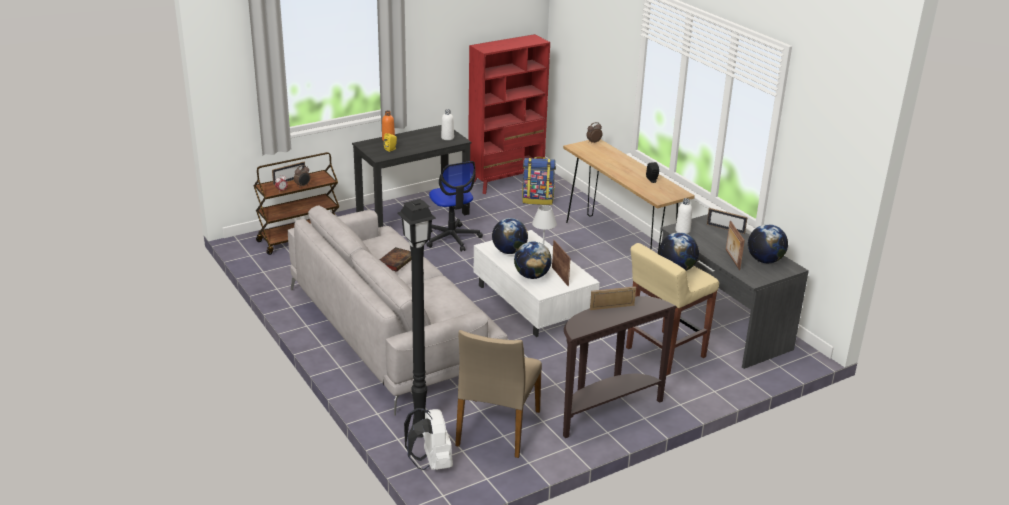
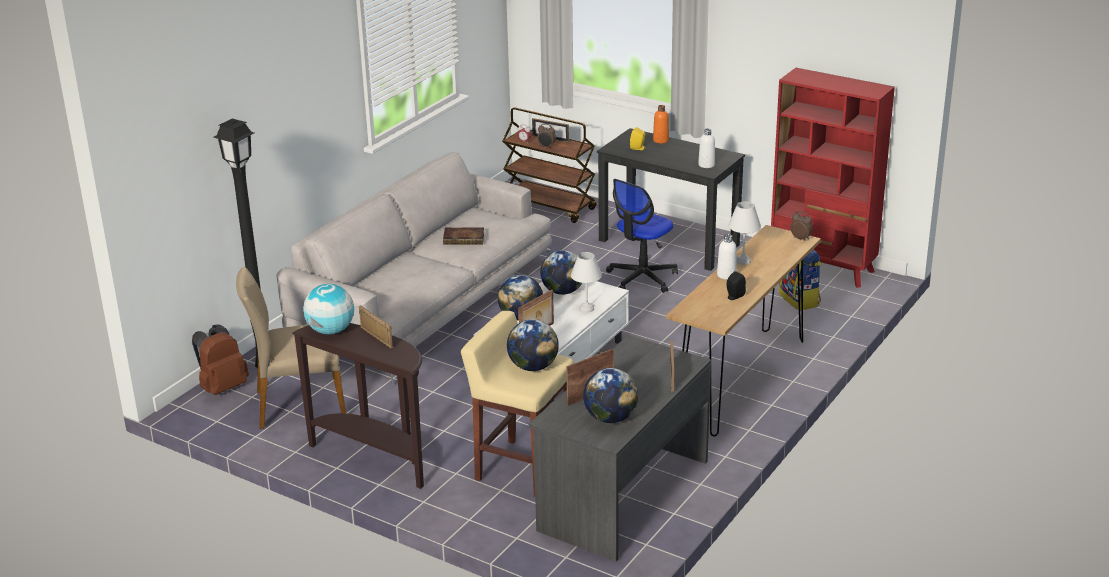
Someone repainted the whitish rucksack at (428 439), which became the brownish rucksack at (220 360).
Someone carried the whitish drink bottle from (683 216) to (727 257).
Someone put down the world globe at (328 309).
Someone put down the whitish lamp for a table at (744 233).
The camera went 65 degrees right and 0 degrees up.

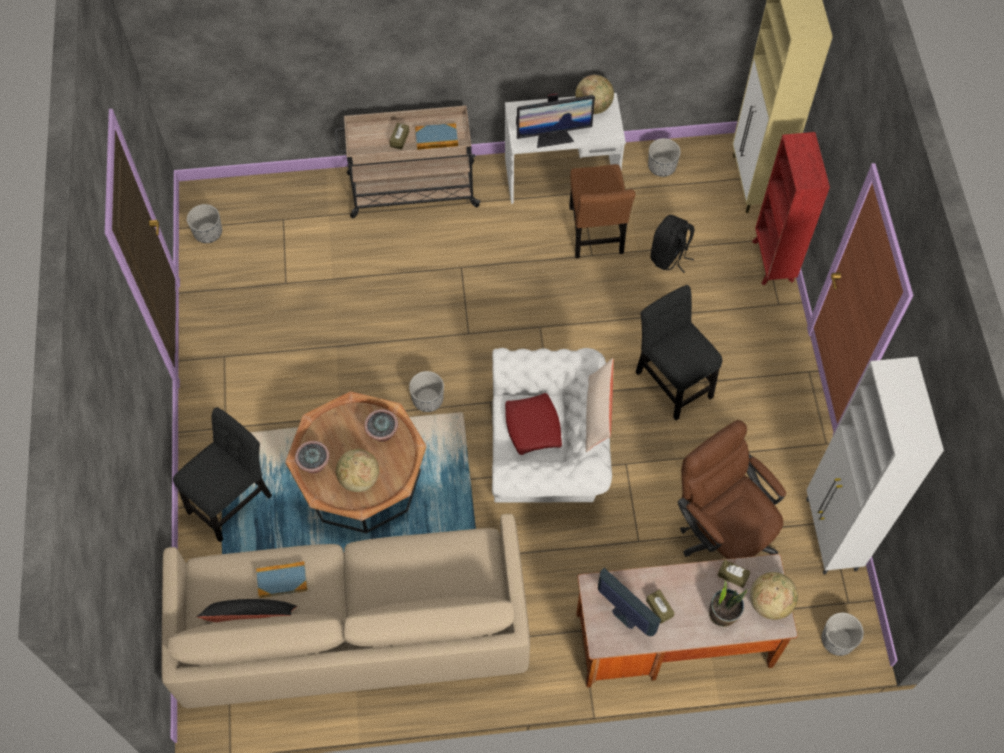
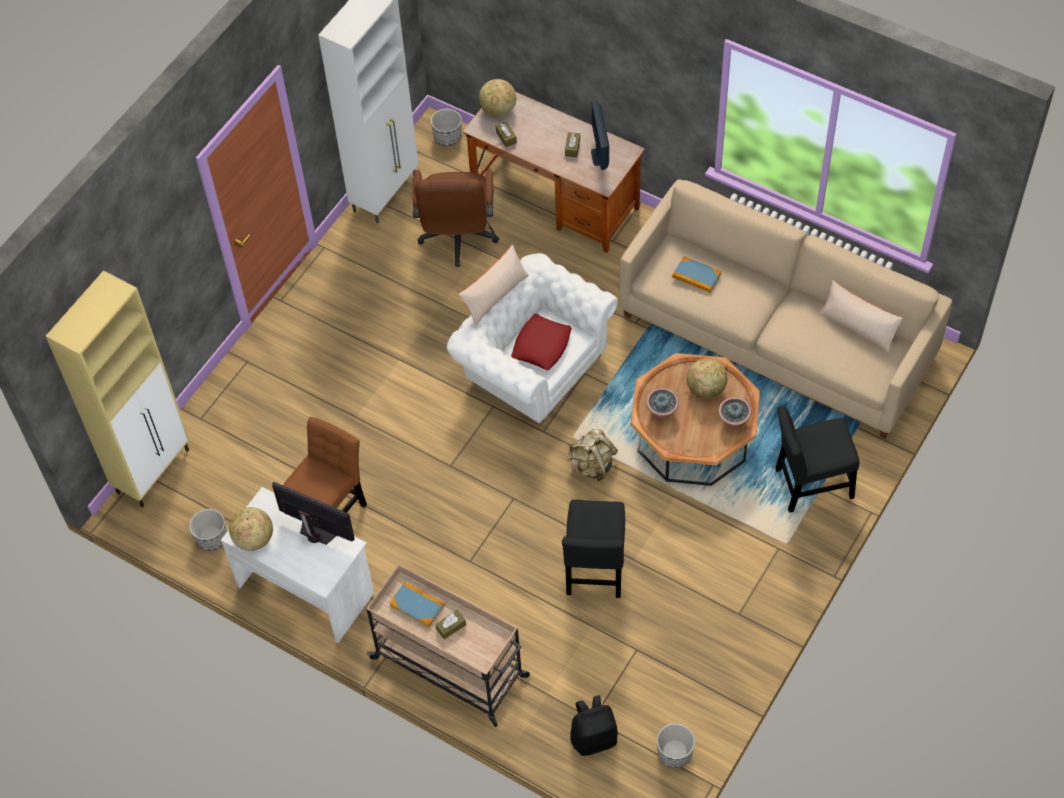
Someone repainted the black pillow at (247 610), which became the sand-coloured pillow at (861 316).
Someone carried the book from (282 579) to (697 274).
Someone swapped the planter at (426 391) for the sand-coloured rucksack at (592 455).
Someone carried the black plain chair from (679 352) to (593 549).
Someone carried the black rucksack from (673 244) to (594 725).
Someone took away the houseplant at (728 604).
Someone took away the reddish shelving unit at (791 208).
The camera went 140 degrees left and 5 degrees down.

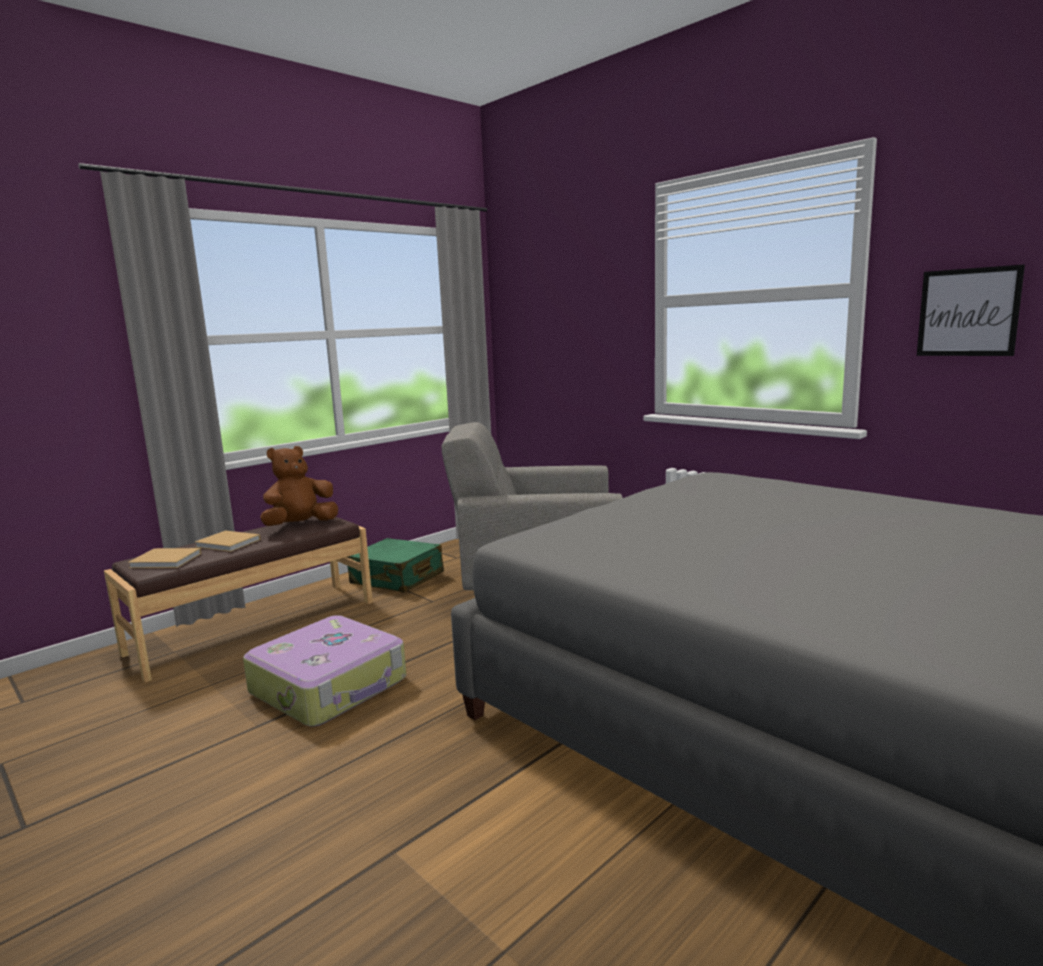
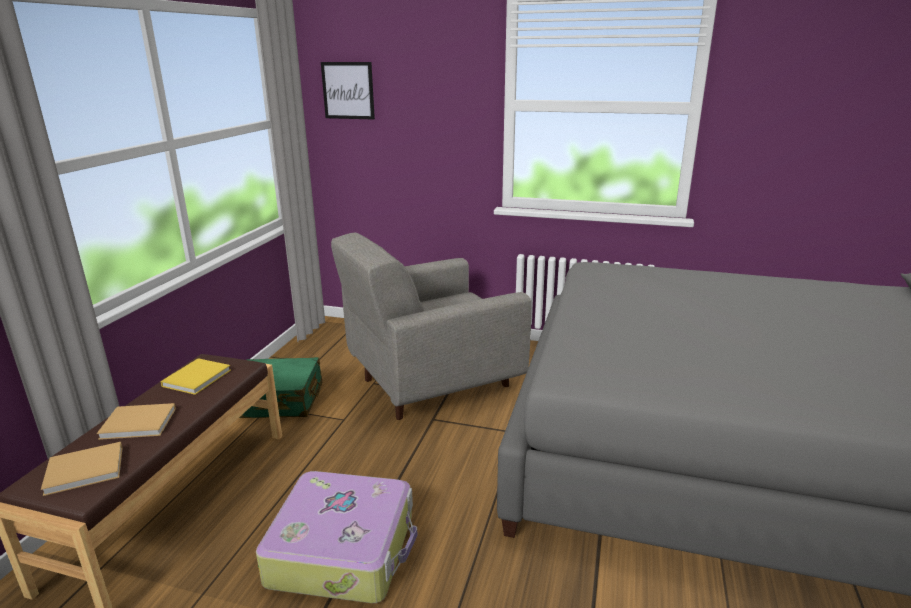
Someone swapped the brownish plush toy at (299 486) for the yellow-coloured book at (195 376).
Someone carried the picture from (971 310) to (348 91).
The camera went 30 degrees left and 10 degrees up.

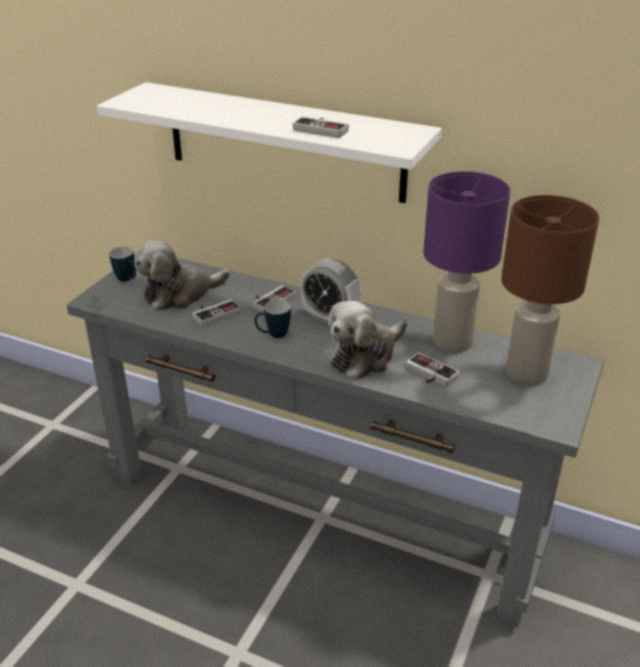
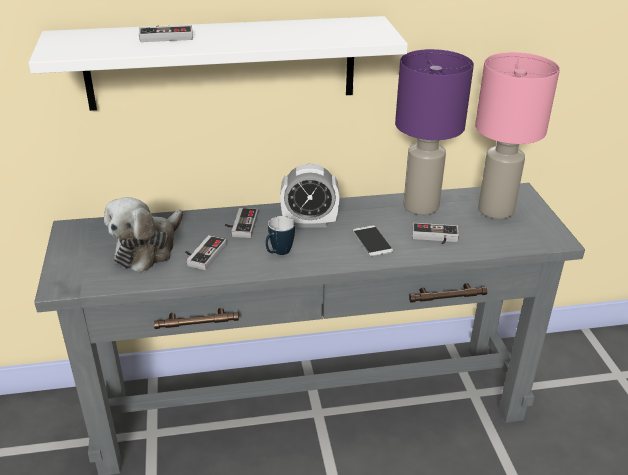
Someone took away the coffee mug at (122 264).
Someone carried the gamepad from (321 127) to (166 33).
Someone swapped the plush toy at (367 340) for the telephone at (373 240).
Someone repainted the brownish lamp for a table at (550 290), which became the pink lamp for a table at (517 135).
The camera went 35 degrees left and 0 degrees up.

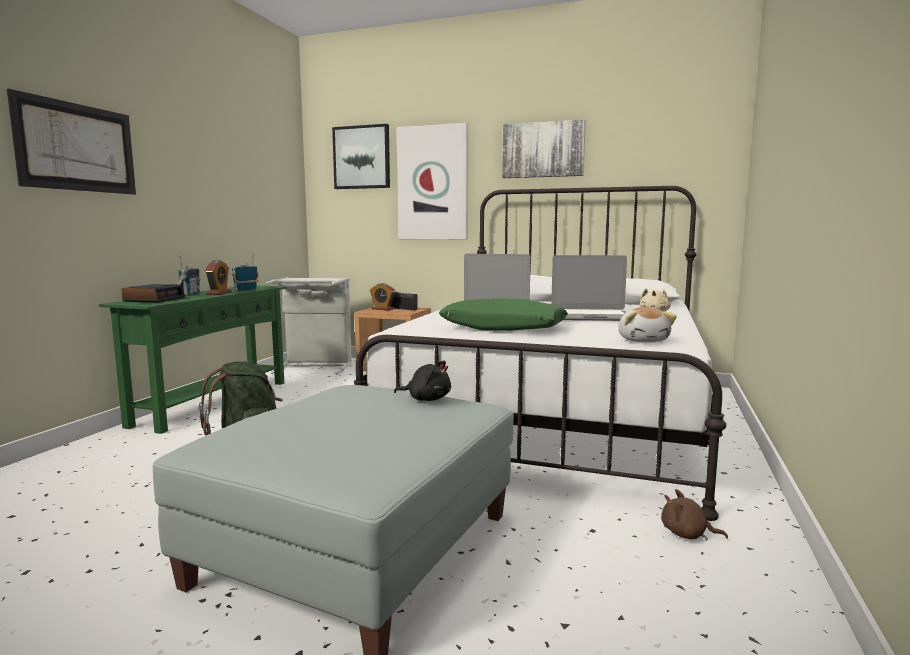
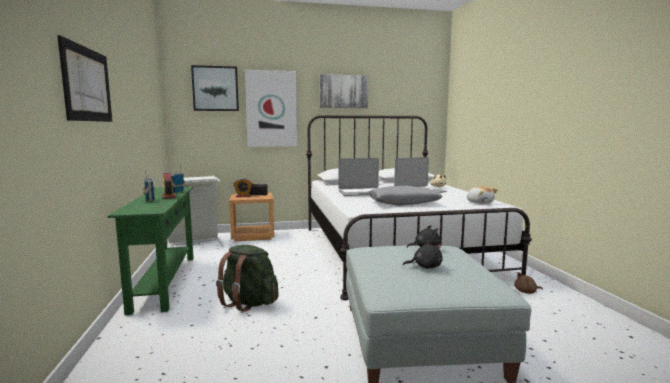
Someone took away the bedside clock at (153 293).
Someone repainted the green-coloured pillow at (503 314), which became the greyish pillow at (405 196).
Someone put down the black plush toy at (423 255).
The camera went 30 degrees left and 0 degrees up.

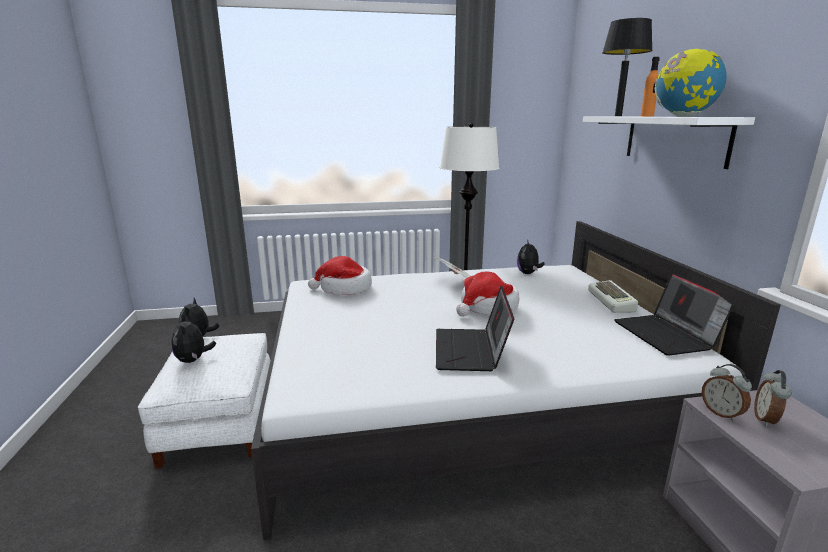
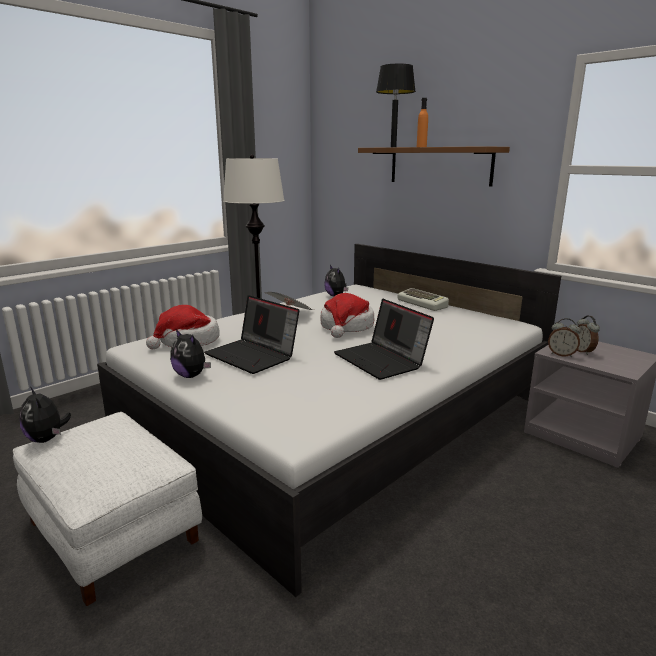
Someone carried the plush toy from (194 339) to (190 353).
Someone repainted the whitish bracket shelf at (669 143), which became the brownish bracket shelf at (434 166).
Someone carried the notebook computer from (674 314) to (252 334).
Someone took away the world globe at (690 83).
The camera went 35 degrees left and 0 degrees up.

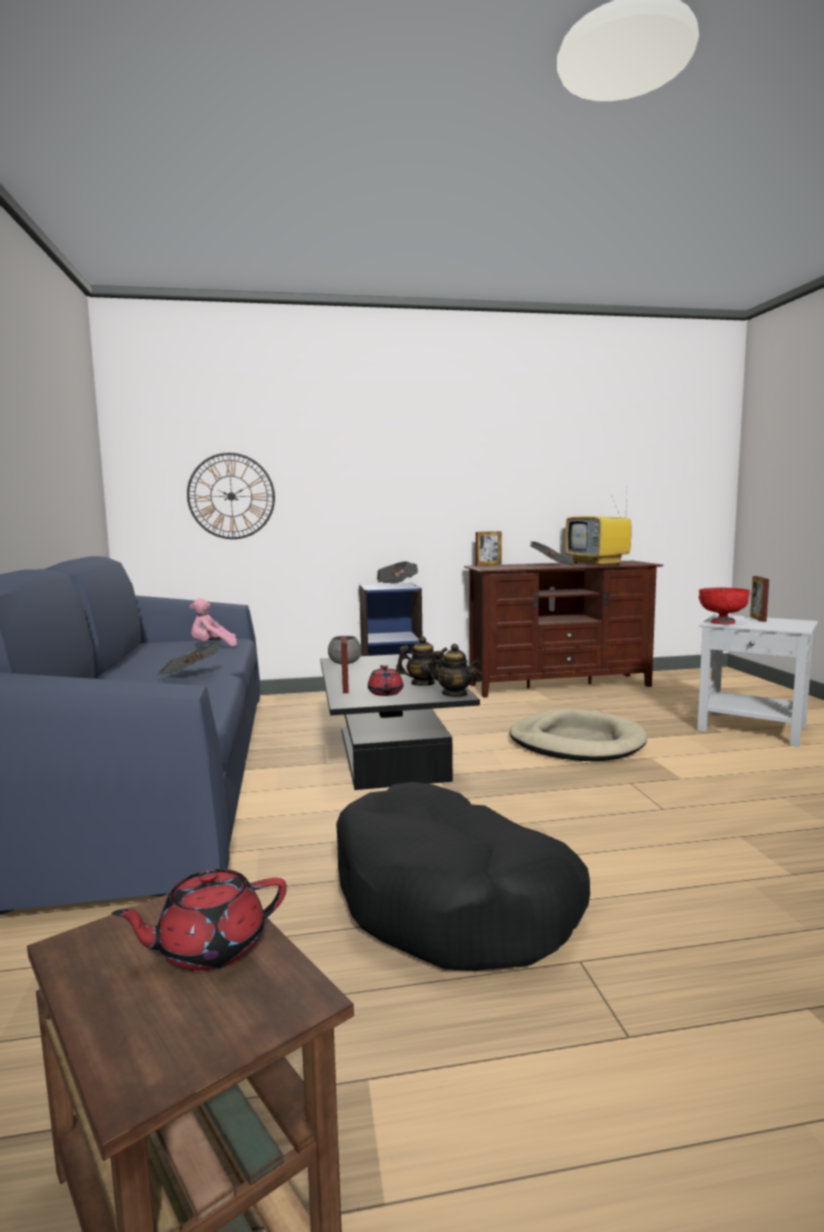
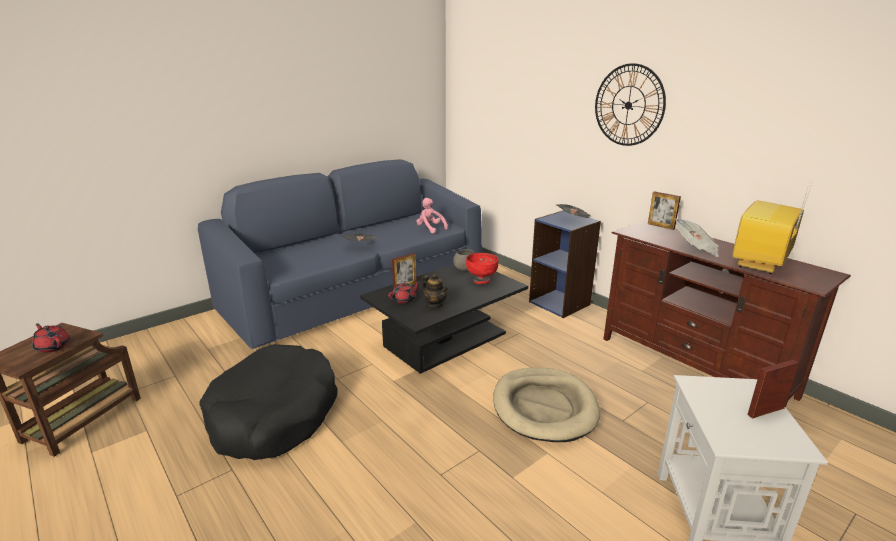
Someone carried the clock on the wall from (231 496) to (630 104).
Someone took away the pot for tea at (455 670).
Someone carried the reddish serving bowl from (724 605) to (482 268).
The camera went 60 degrees right and 15 degrees up.

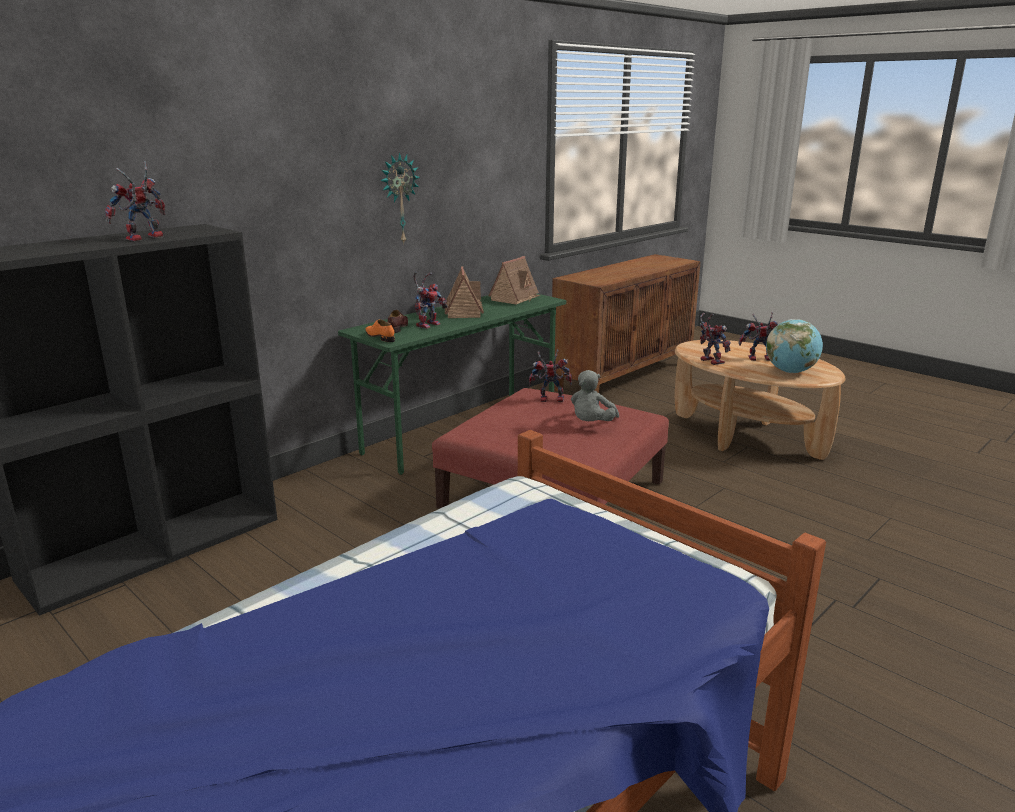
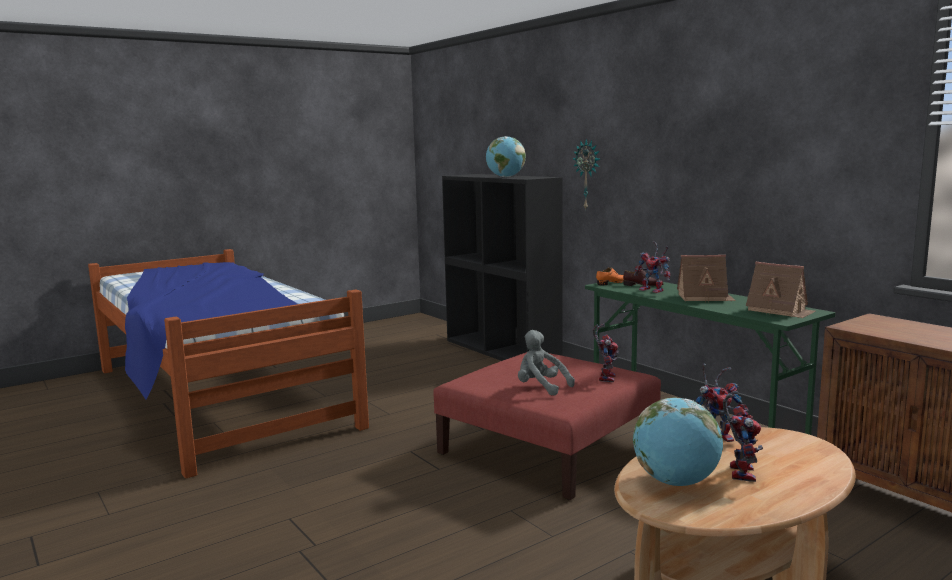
Someone swapped the model robot at (135 201) for the world globe at (506 156).
Someone carried the clock on the wall from (400 198) to (586 175).
The camera went 100 degrees right and 10 degrees down.

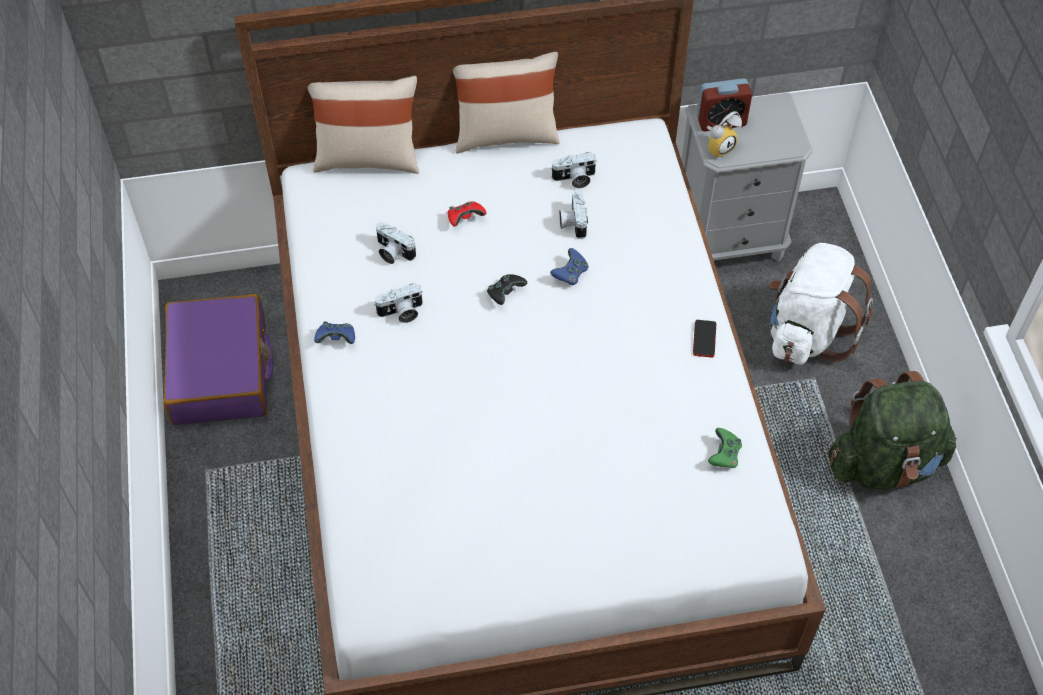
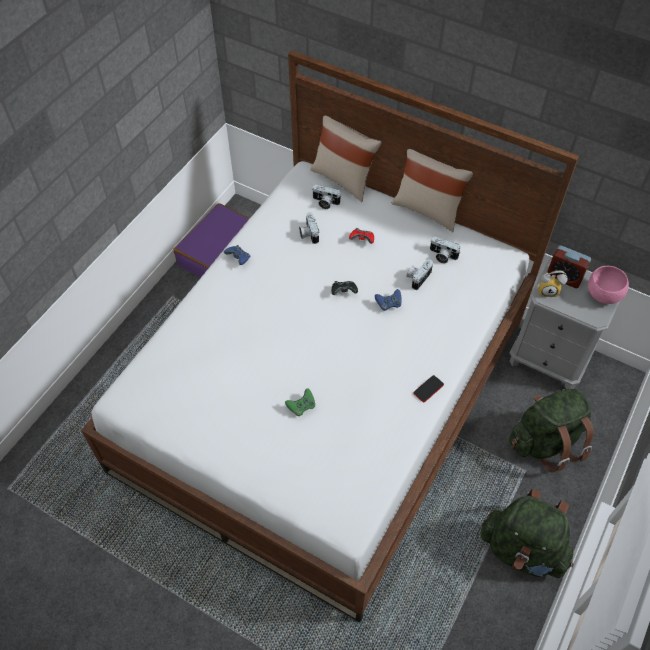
Someone carried the still camera from (398 303) to (327 197).
Someone carried the green-coloured gamepad from (725 448) to (300 402).
Someone repainted the whitish rucksack at (821 304), which became the green-coloured rucksack at (551 431).
Someone put down the pink serving bowl at (608 285).
The camera went 40 degrees right and 0 degrees up.

